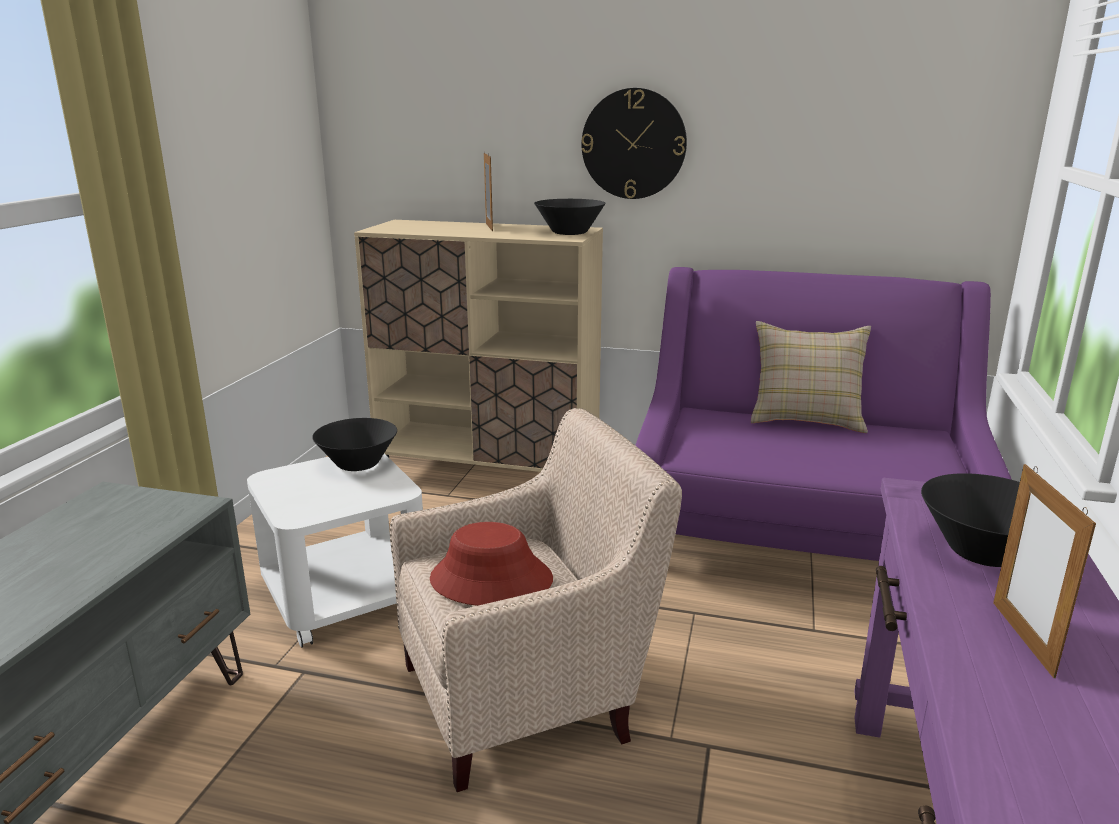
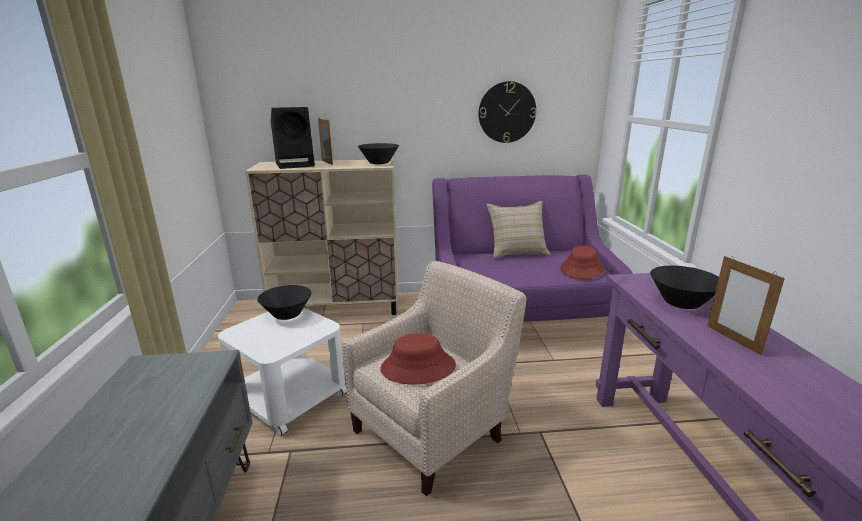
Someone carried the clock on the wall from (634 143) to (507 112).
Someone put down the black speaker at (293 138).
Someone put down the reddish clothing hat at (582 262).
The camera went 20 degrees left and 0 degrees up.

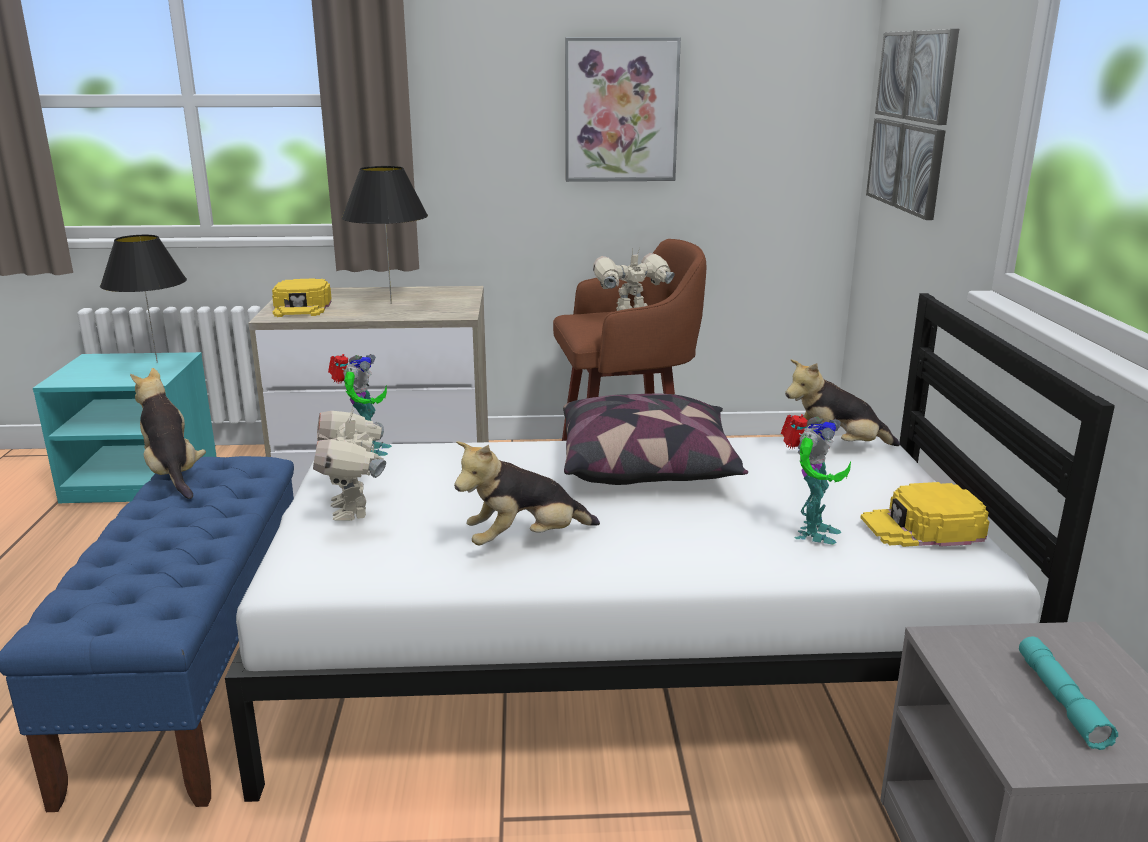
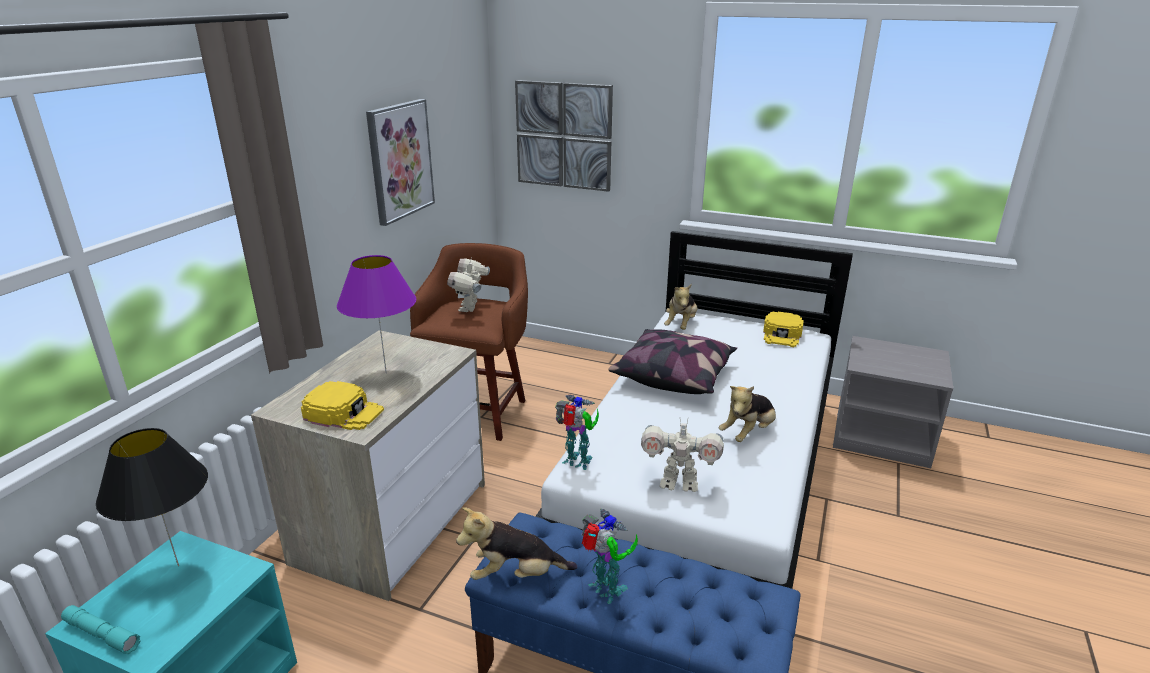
Someone repainted the black lamp for a table at (385 235), which became the purple-coloured lamp for a table at (376 314).
Someone rotated the plush toy at (527 493) by 45 degrees clockwise.
Someone carried the model robot from (815 479) to (609 556).
Someone carried the blue-green flashlight from (1068 693) to (101 629).
The camera went 65 degrees left and 5 degrees up.

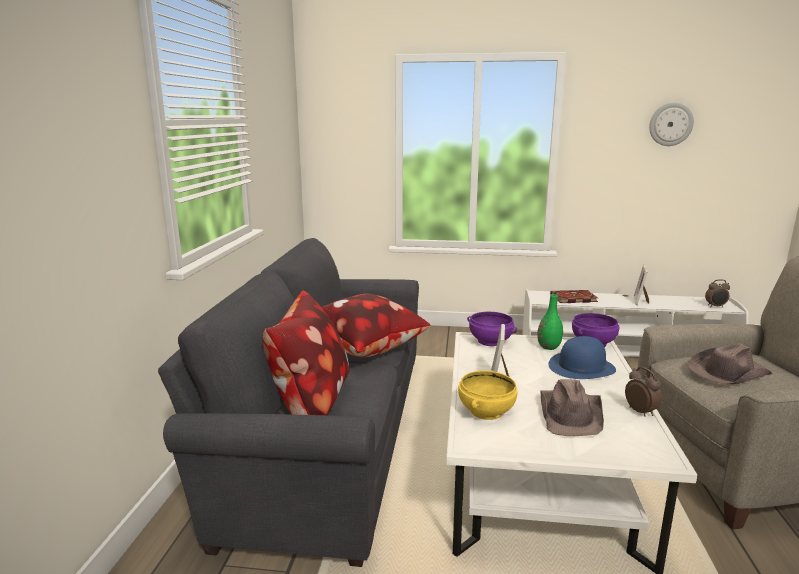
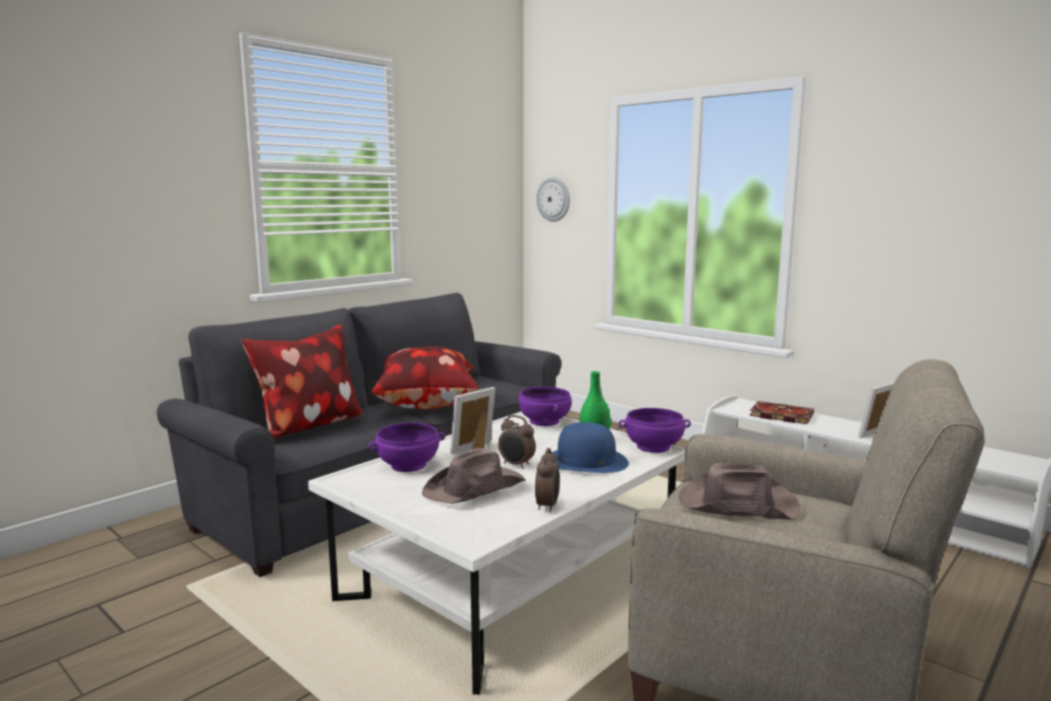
Someone repainted the yellow-coloured serving bowl at (487 395), which became the purple-coloured serving bowl at (406 447).
Someone carried the clock on the wall from (671 124) to (553 199).
Someone carried the bedside clock from (717 293) to (517 442).
The camera went 35 degrees right and 5 degrees down.

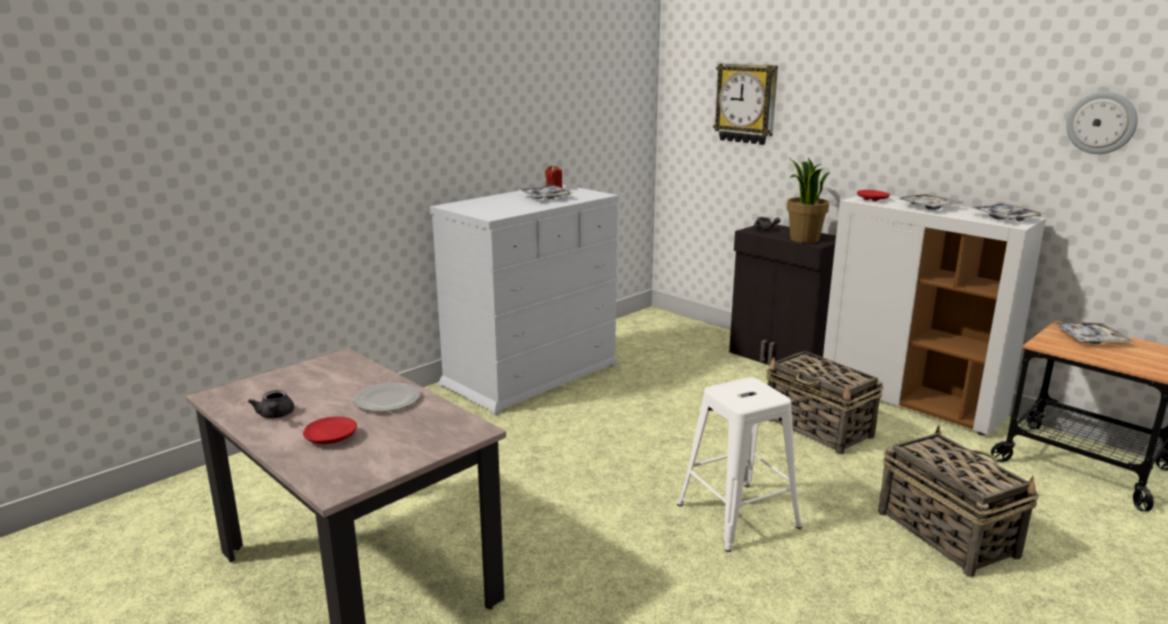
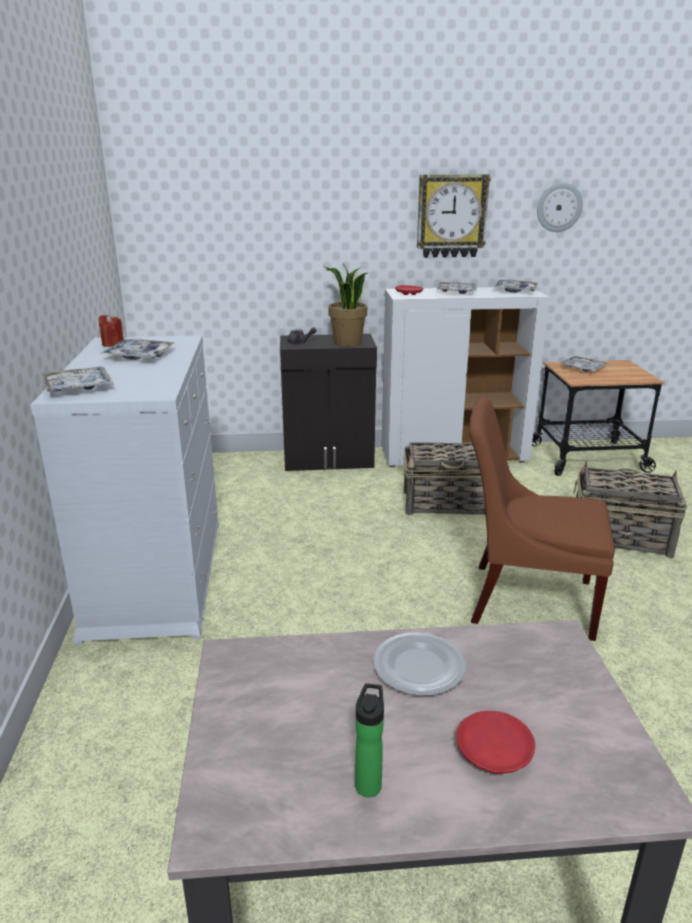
Someone swapped the greyish pot for tea at (271 404) for the drink bottle at (369 740).
Someone swapped the whitish sitting stool at (739 465) for the brownish plain chair at (542 519).
Someone carried the clock on the wall from (745 104) to (454 216).
Someone put down the tray at (78 379).
The camera went 50 degrees left and 5 degrees up.

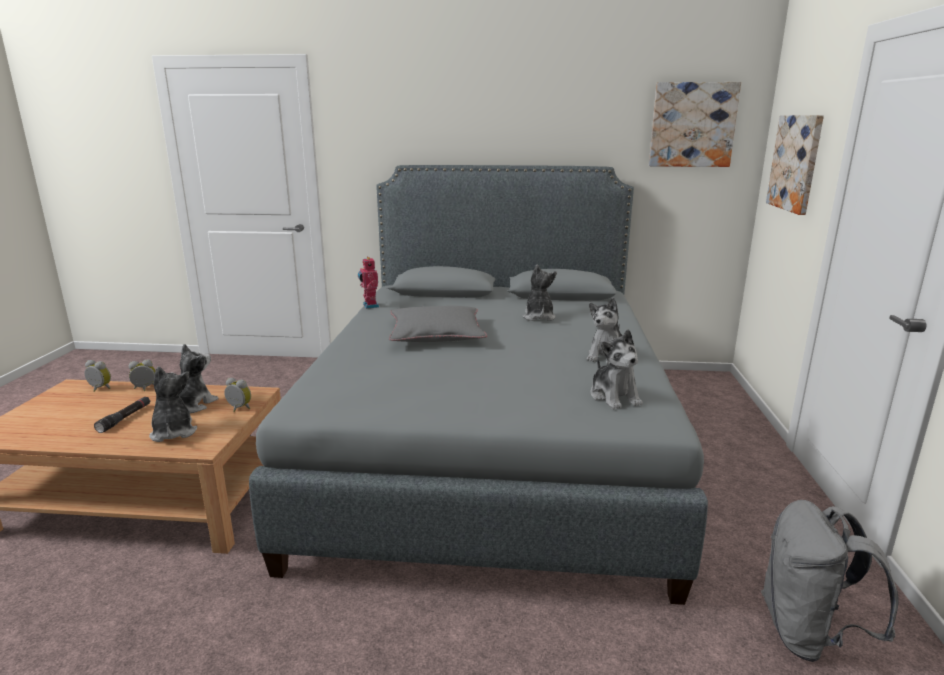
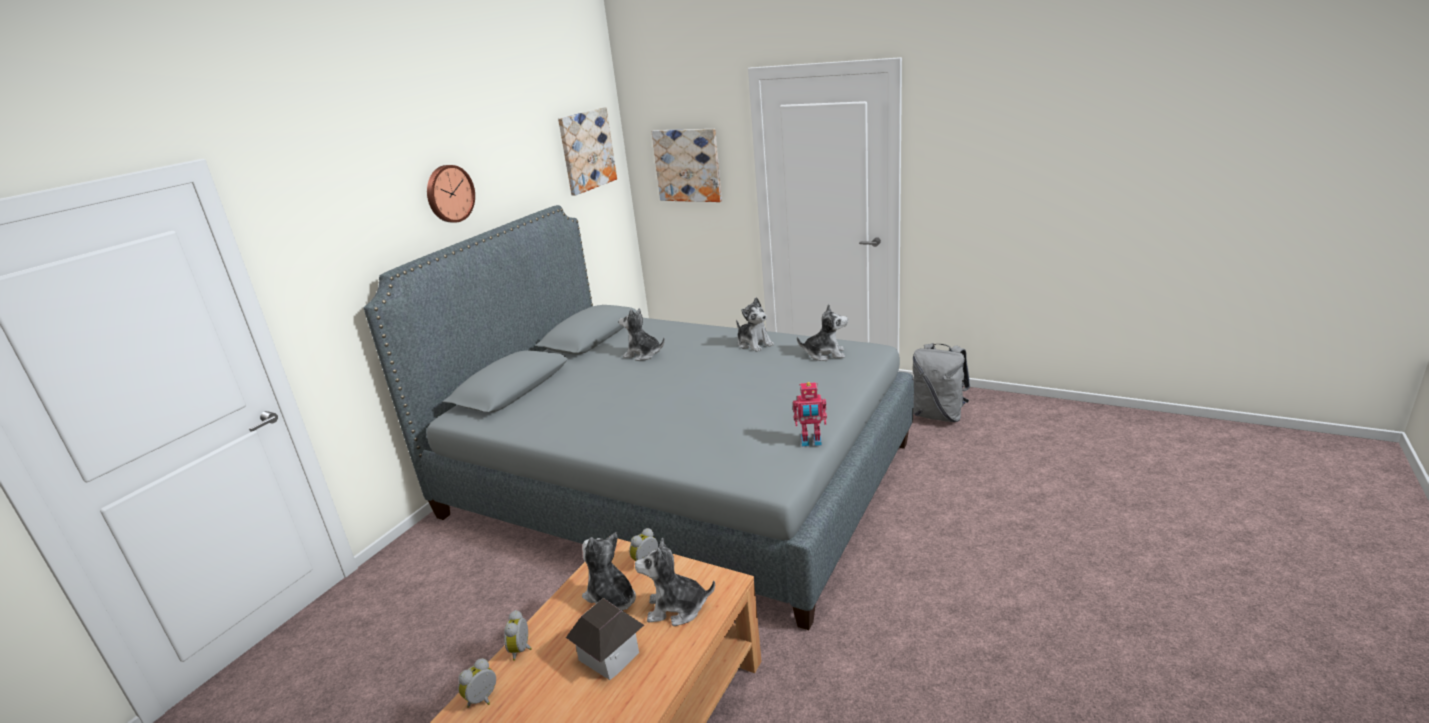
Someone swapped the black flashlight at (122 415) for the toy house at (605 639).
Someone carried the model robot from (368 283) to (810 414).
Someone took away the greyish pillow at (438 324).
Someone put up the clock on the wall at (451 194).
The camera went 65 degrees left and 5 degrees up.

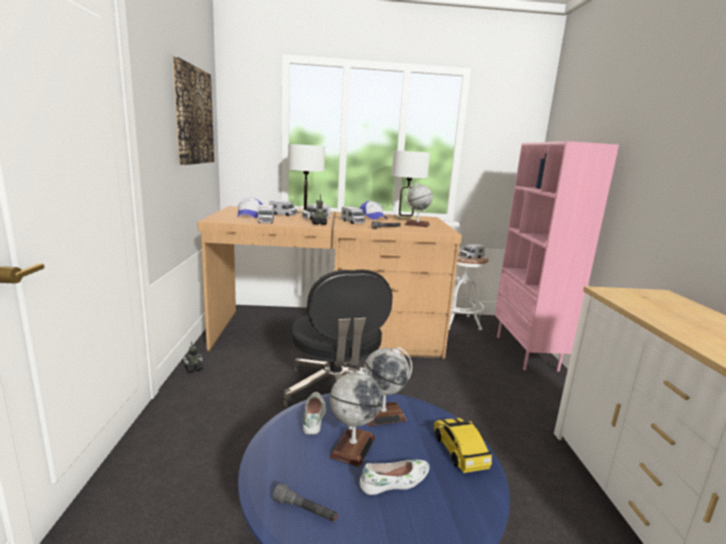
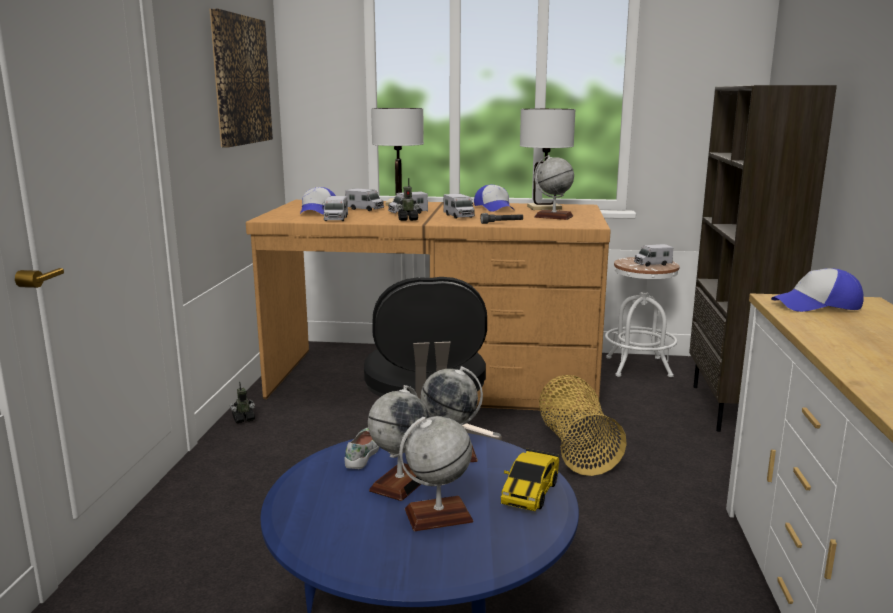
Someone took away the greyish flashlight at (305 502).
Someone swapped the whitish low shoe at (394 477) for the world globe at (436 473).
Someone rotated the toy car at (463 445) by 150 degrees counterclockwise.
Someone repainted the pink shelving unit at (557 256), which became the brownish shelving unit at (763 258).
Someone put down the household basket at (583 425).
Someone put down the cap at (817 290).
The camera went 10 degrees right and 0 degrees up.

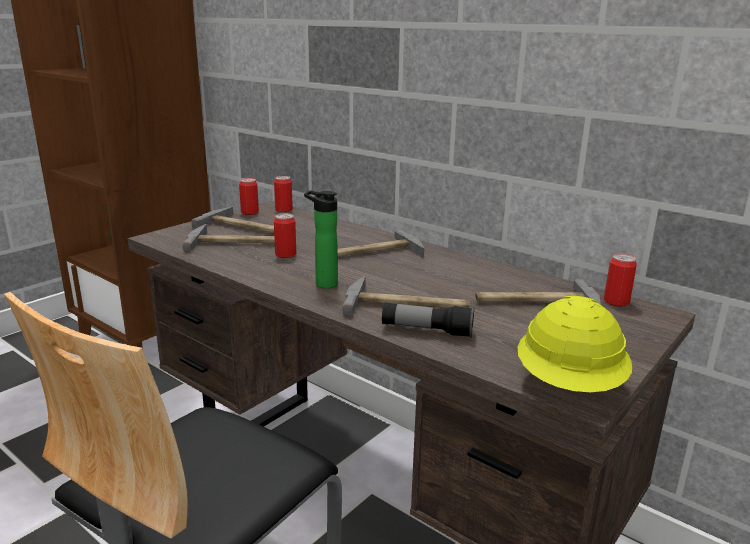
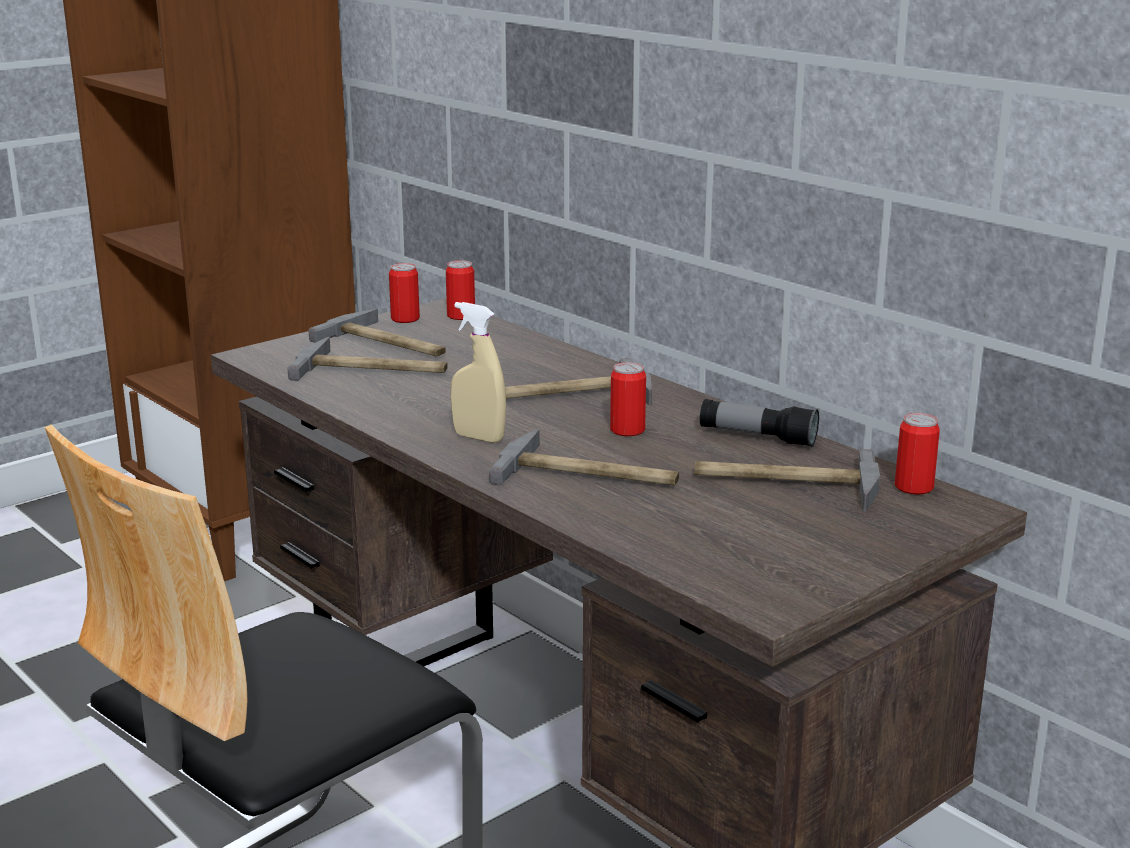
Someone carried the metal can from (285 235) to (628 399).
Someone swapped the drink bottle at (321 239) for the sand-coloured hand sprayer at (478 372).
Someone carried the flashlight from (428 319) to (759 423).
Someone took away the yellow-coloured hard hat at (575 344).
The camera went 10 degrees right and 0 degrees up.

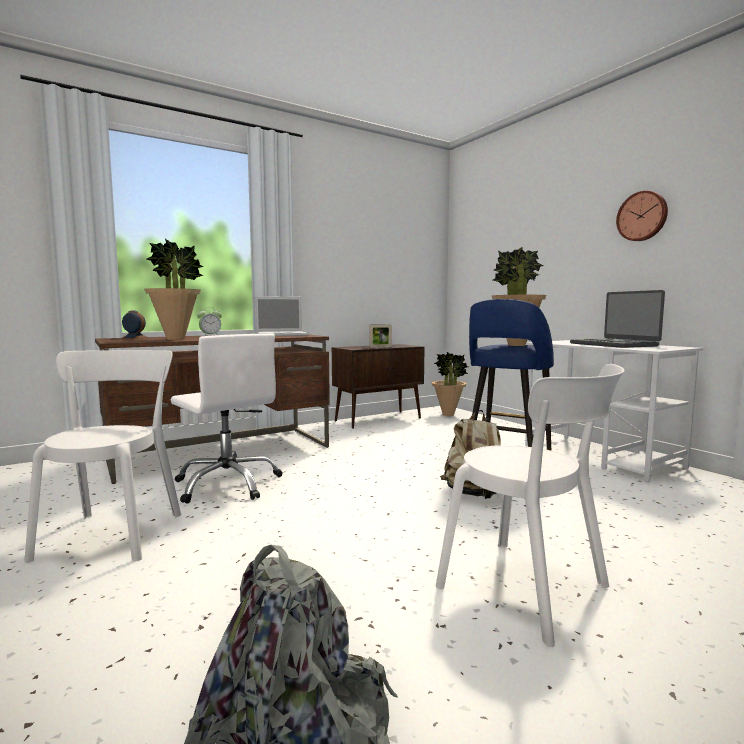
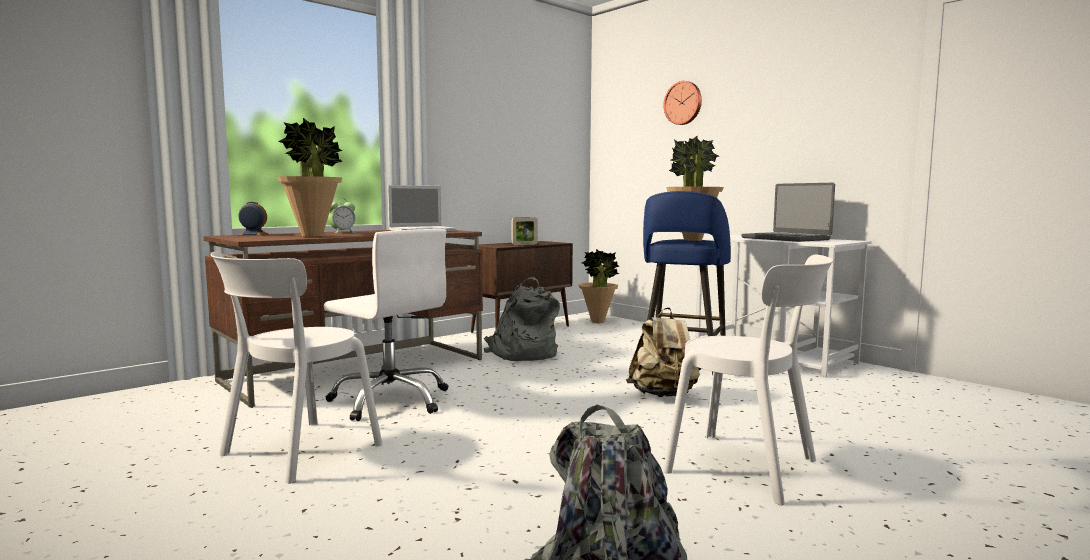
Someone rotated the whitish plain chair at (102 456) by 135 degrees counterclockwise.
Someone carried the clock on the wall from (642 216) to (682 103).
Someone put down the greyish rucksack at (522 319).
The camera went 10 degrees left and 0 degrees up.

